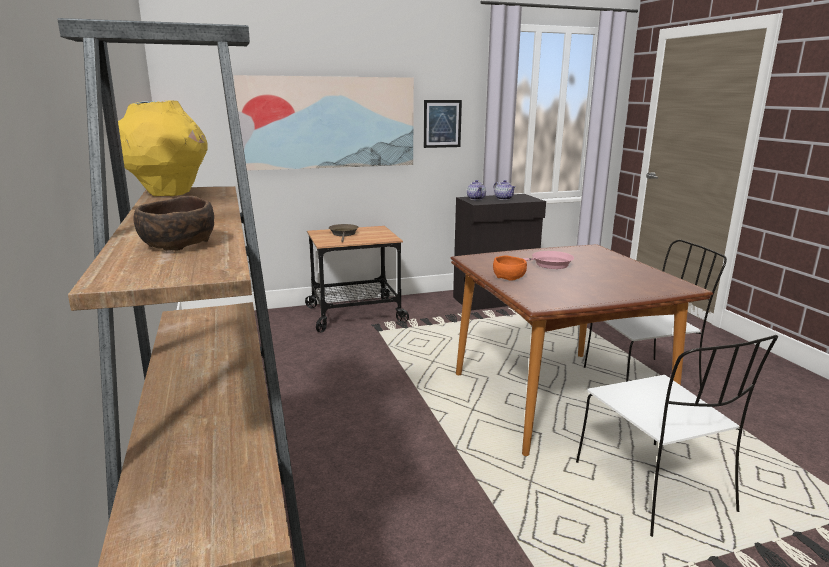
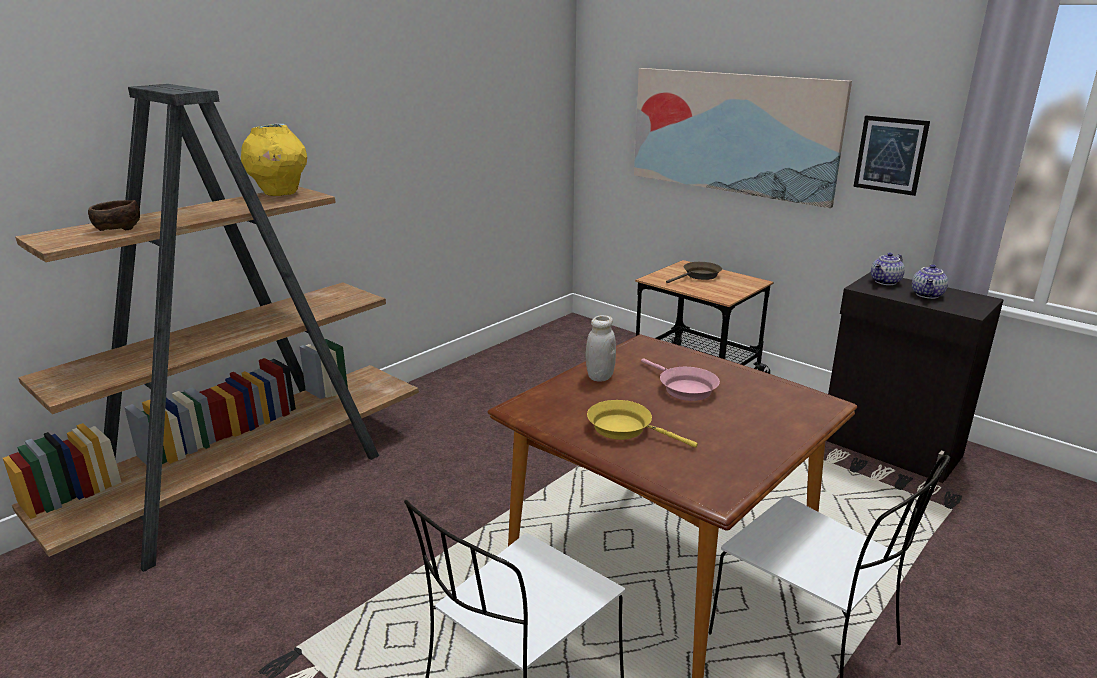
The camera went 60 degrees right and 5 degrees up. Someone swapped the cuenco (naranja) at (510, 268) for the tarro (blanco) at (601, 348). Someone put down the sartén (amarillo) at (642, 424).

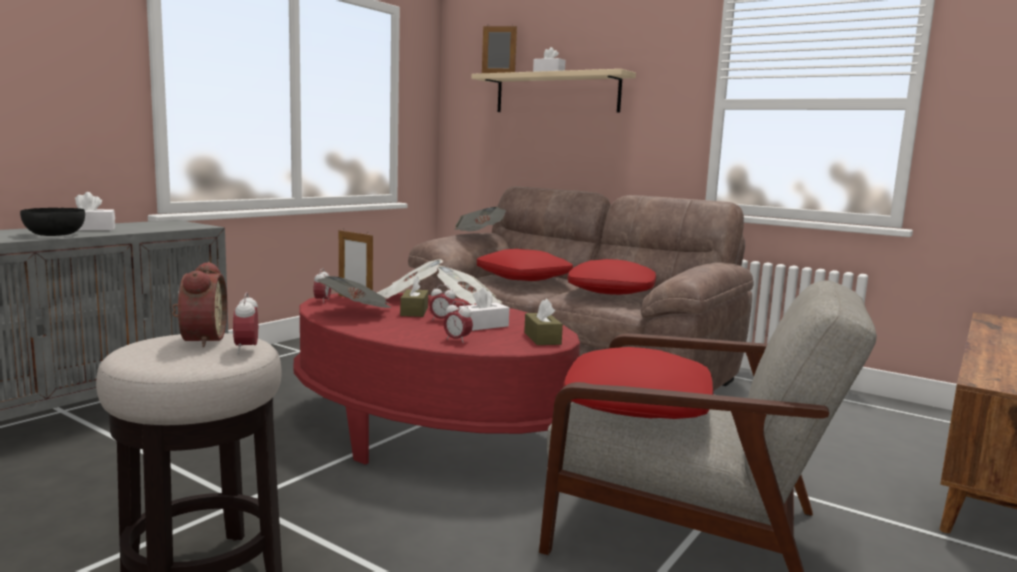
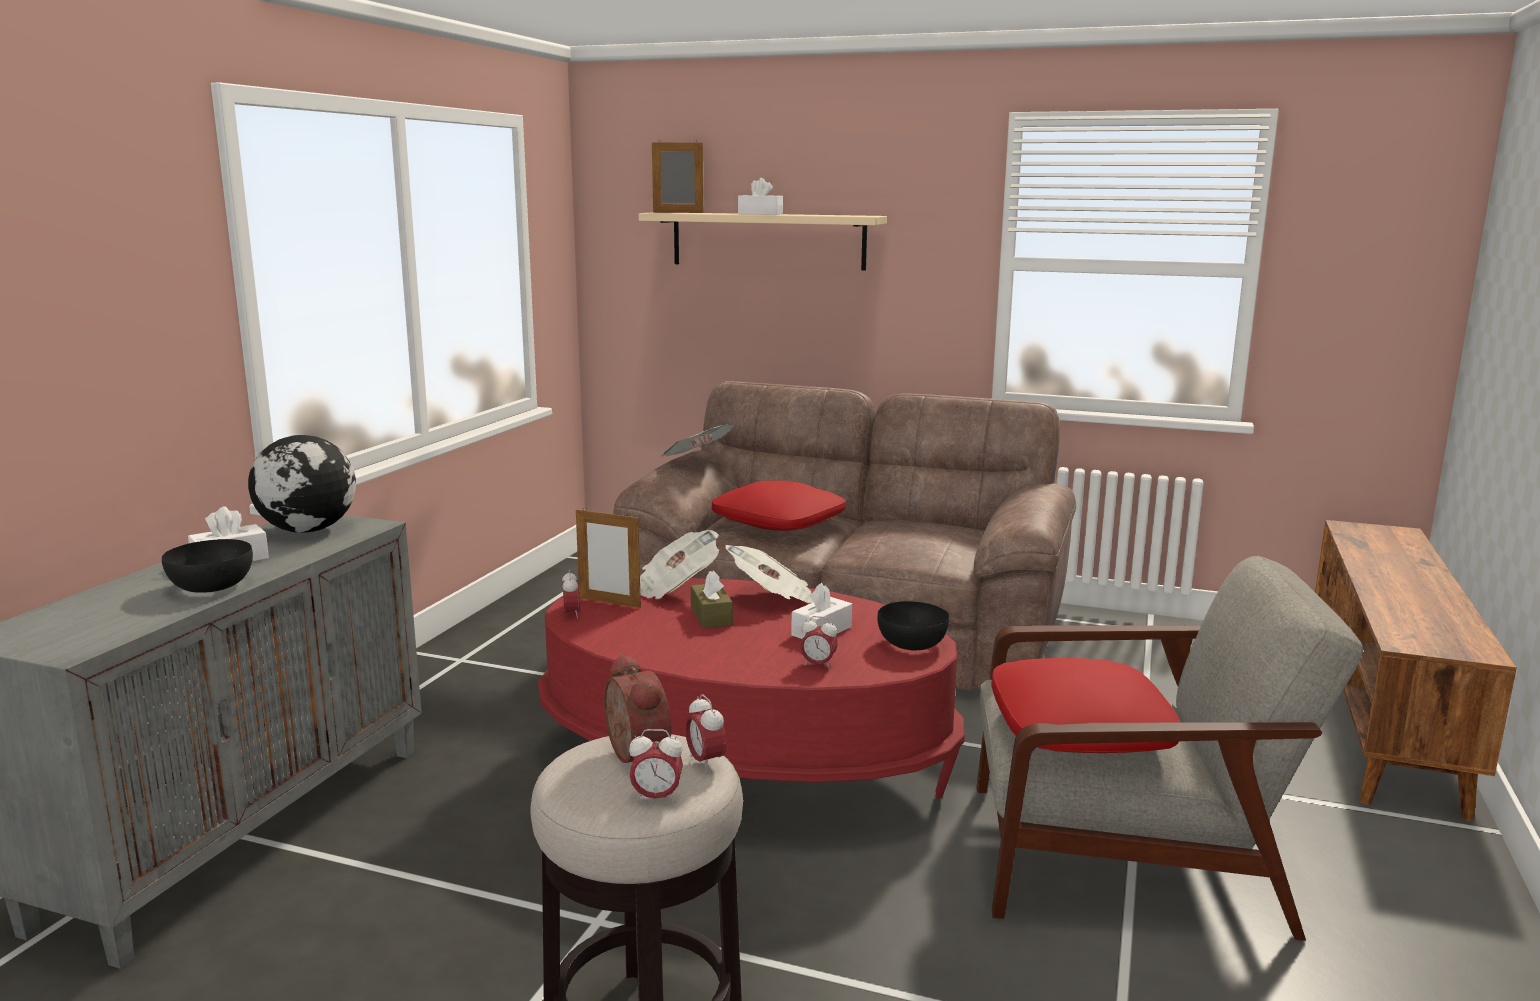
The camera went 15 degrees left and 5 degrees up. Someone took away the cojín (rojo) at (611, 277). Someone took away the periódico at (354, 292). Someone carried the despertador from (443, 302) to (656, 766). Someone swapped the caja de pañuelos (marrón) at (543, 322) for the cuenco (negro) at (913, 625). Someone put down the globo terráqueo at (302, 484).

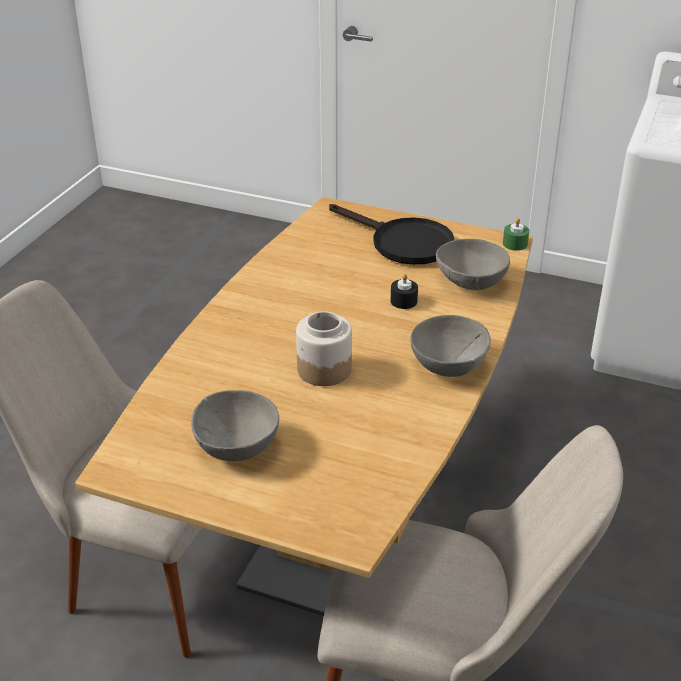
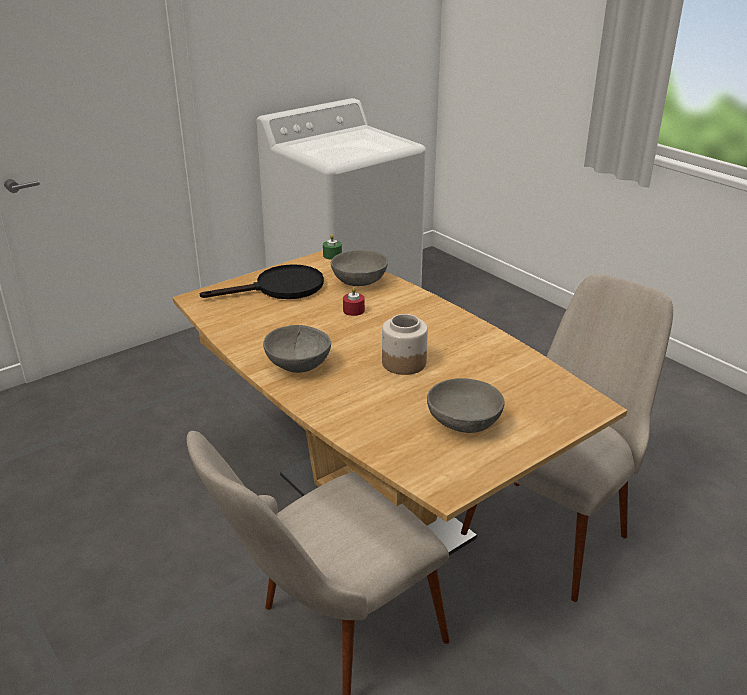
The camera went 60 degrees left and 5 degrees down. Someone repainted the vela (negro) at (404, 291), which became the vela (rojo) at (354, 301). Someone carried the cuenco (gris) from (450, 346) to (297, 349).

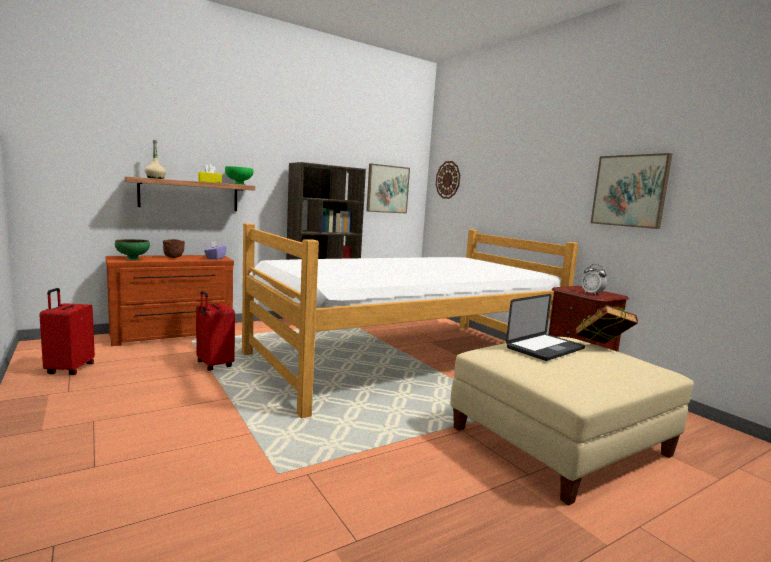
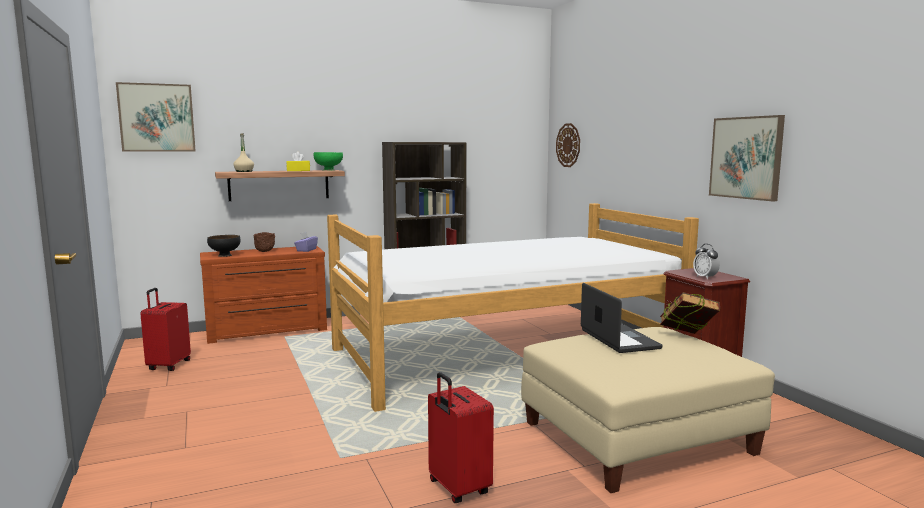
The camera went 10 degrees right and 0 degrees up. Someone carried the cuadro from (388, 188) to (156, 117). Someone repainted the cuenco (verde) at (132, 249), which became the cuenco (negro) at (224, 246). Someone carried the maleta (rojo) from (215, 331) to (461, 437). Someone rotated the portátil at (545, 327) by 75 degrees counterclockwise.

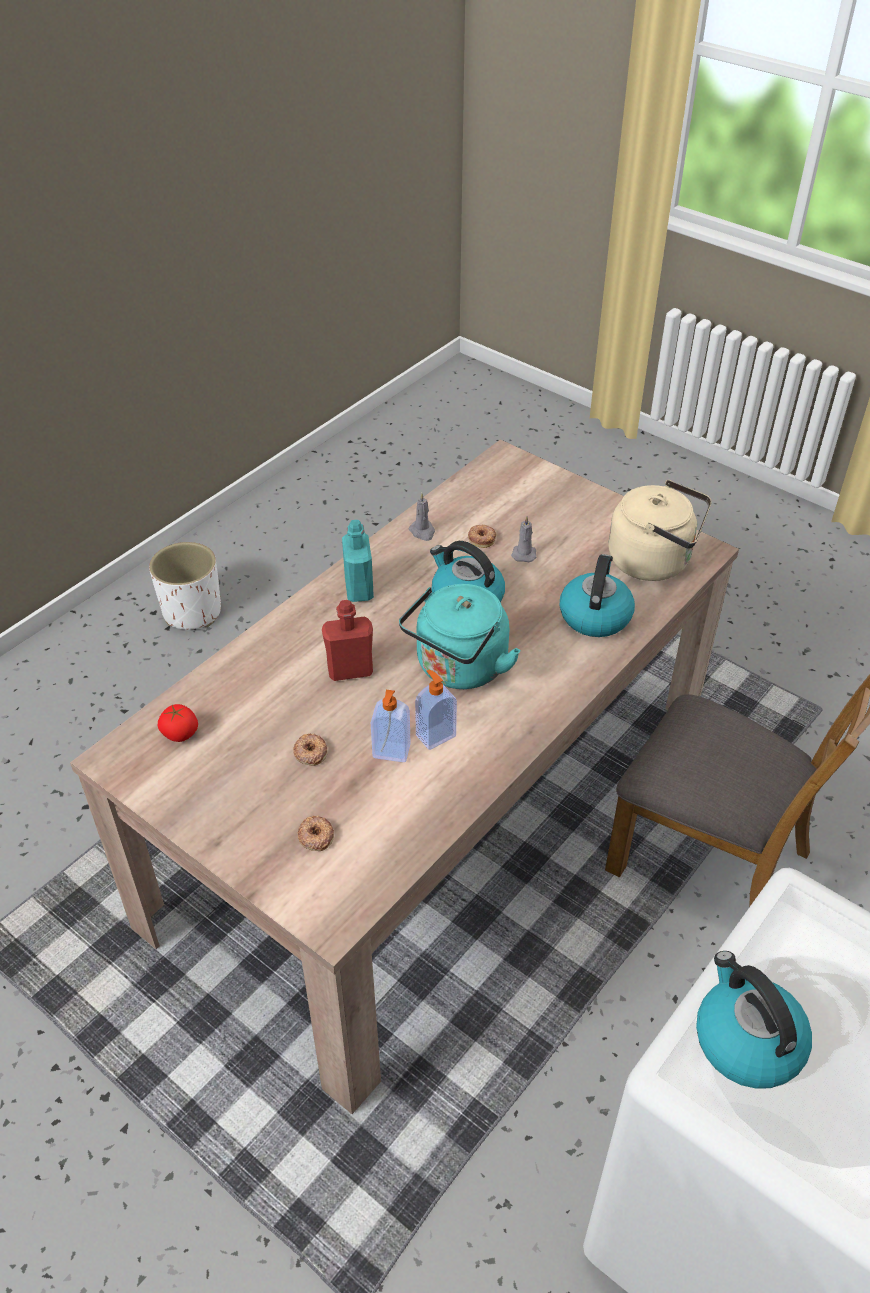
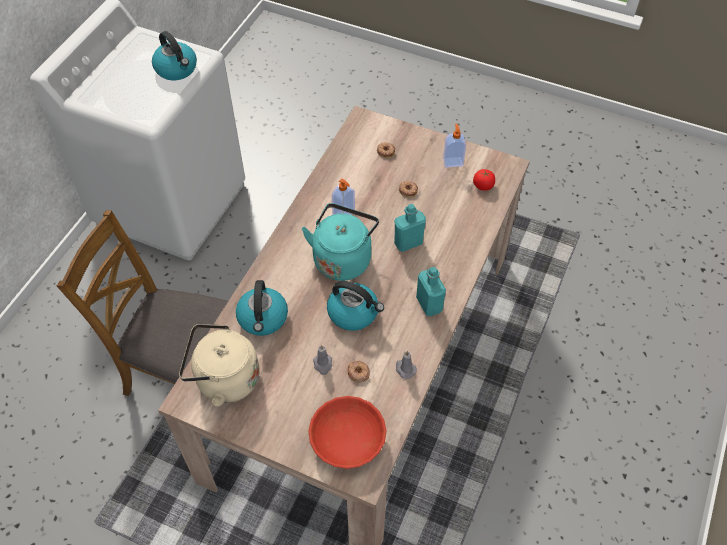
The camera went 165 degrees right and 10 degrees up. Someone took away the maceta (blanco) at (185, 586). Someone repainted the botella (rojo) at (347, 640), which became the botella (turquesa) at (410, 228). Someone carried the dispensador de jabón from (390, 726) to (454, 146). Someone put down the cuenco (rojo) at (347, 432).

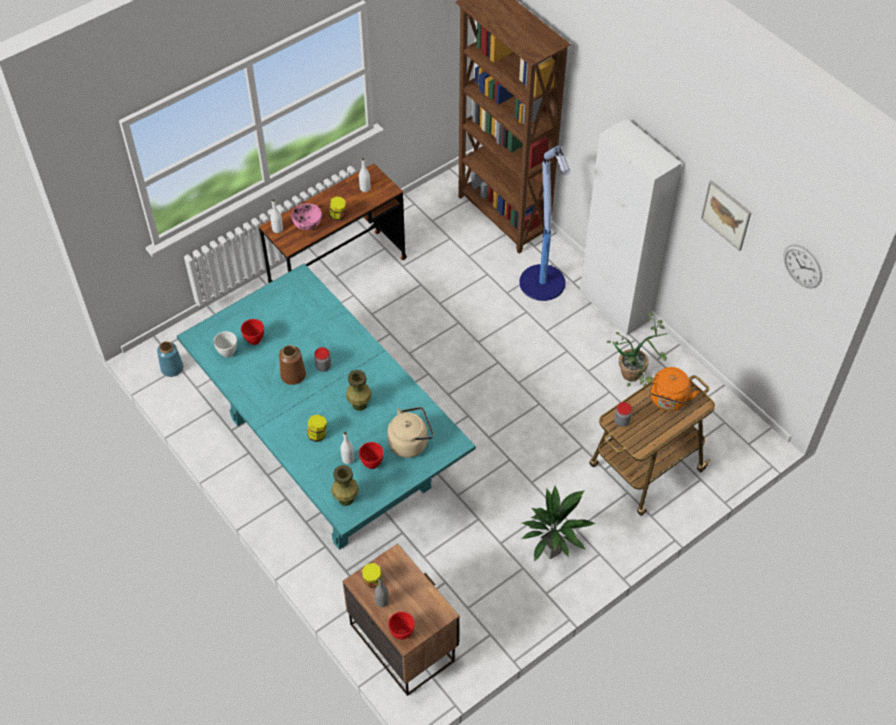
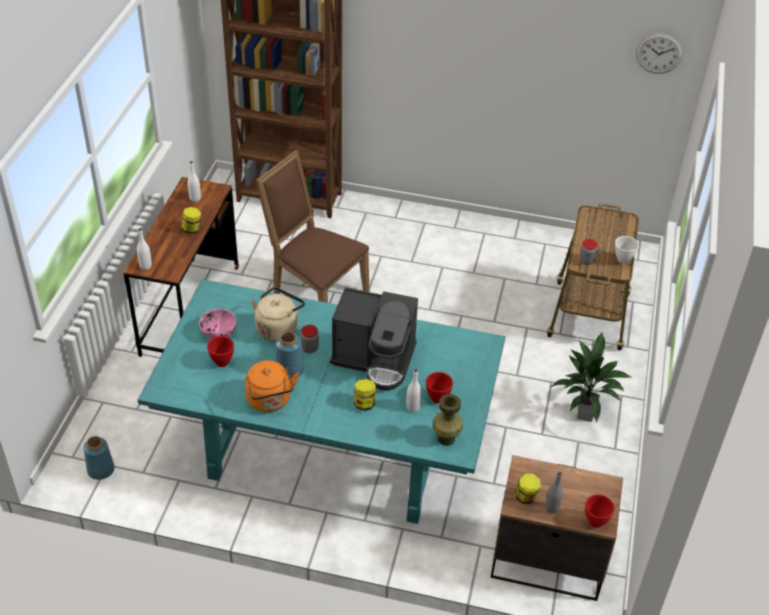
The camera went 40 degrees left and 10 degrees down. Someone took away the armario (blanco) at (631, 227). Someone took away the lámpara de pie at (544, 223). Someone took away the cuadro at (726, 215). Someone carried the cuenco (rosa) from (306, 216) to (217, 324). Someone took away the planta en maceta at (637, 350). Someone carried the cuenco (blanco) from (225, 344) to (627, 250). Someone repainted the florero (marrón) at (292, 365), which became the florero (azul) at (289, 354). Someone carried the hervidor (naranja) from (674, 389) to (272, 386). Someone swapped the florero (verde) at (358, 390) for the cafetera at (374, 339). Someone carried the hervidor (beis) from (410, 432) to (278, 314). Someone put down the silla (marrón) at (312, 226).

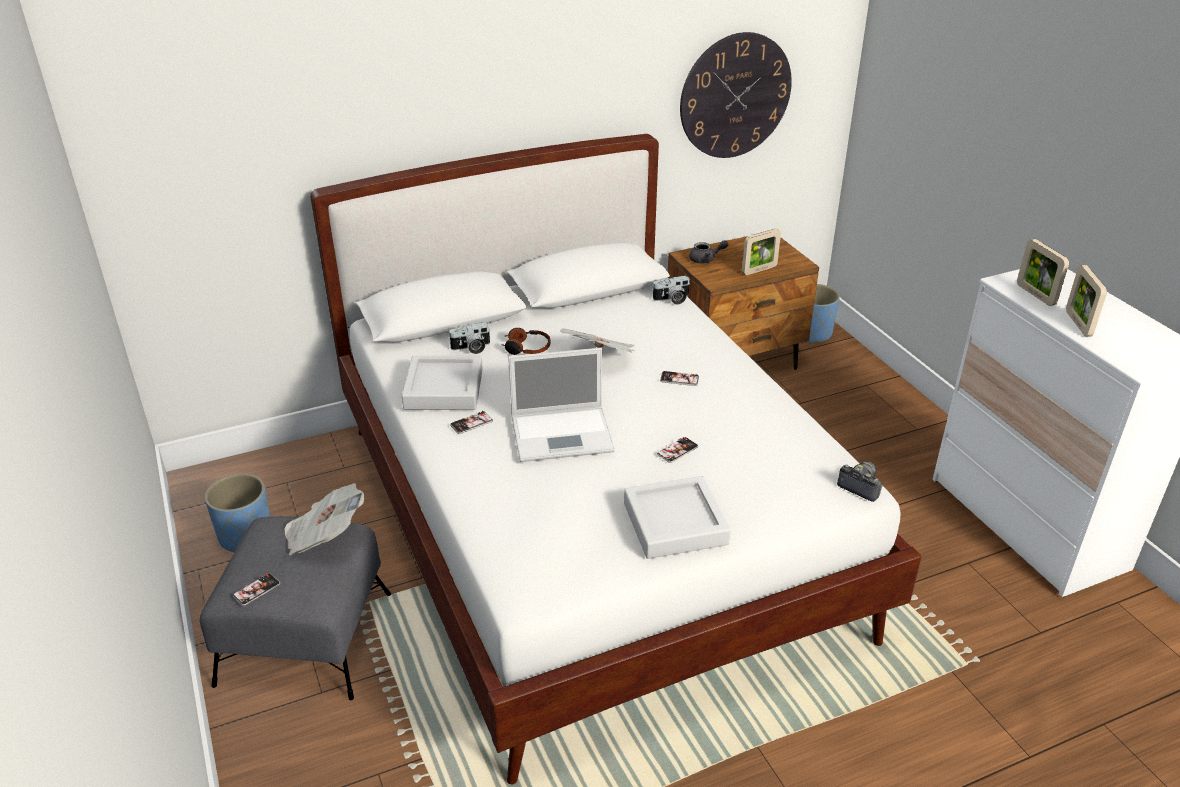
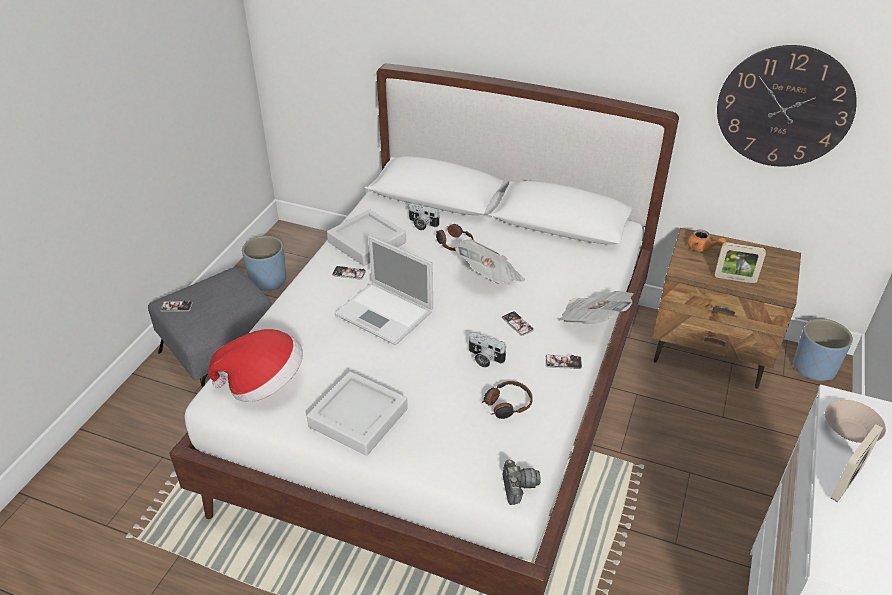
The camera went 45 degrees right and 5 degrees up. Someone swapped the portarretratos at (1043, 272) for the cuenco (beis) at (855, 421). Someone repainted the tetera (gris) at (708, 251), which became the tetera (naranja) at (706, 241). Someone carried the cámara from (670, 290) to (487, 350). Someone carried the móvil from (678, 450) to (564, 361). Someone carried the periódico from (324, 519) to (595, 307). Someone put down the sombrero at (255, 365). Someone put down the auriculares at (507, 400).

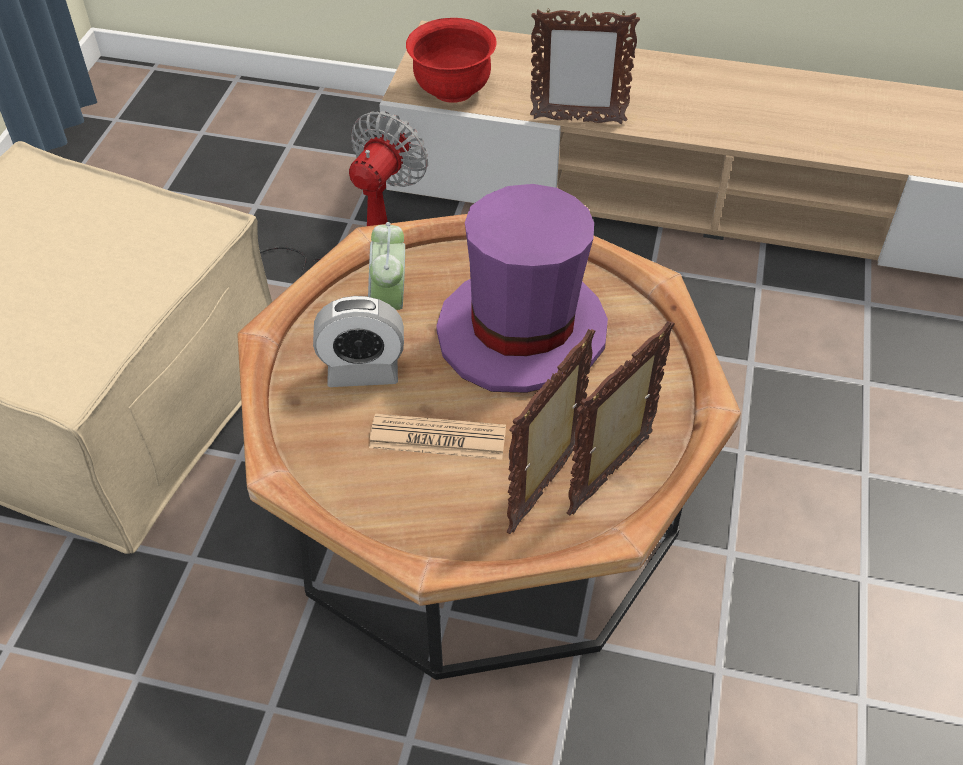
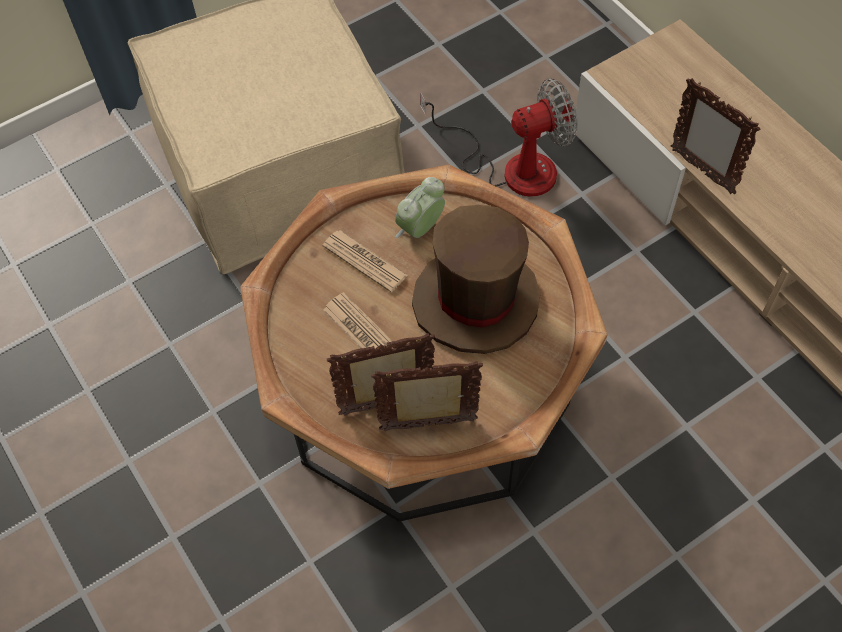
The camera went 45 degrees right and 10 degrees up. Someone took away the cuenco (rojo) at (451, 60). Someone repainted the sombrero (morado) at (522, 288), which became the sombrero (marrón) at (476, 279). Someone swapped the despertador at (358, 341) for the periódico at (365, 261).

